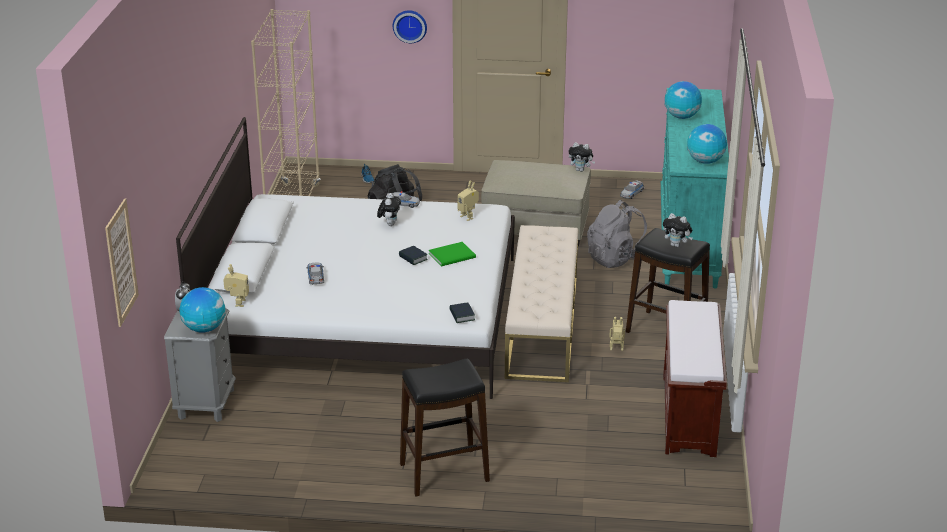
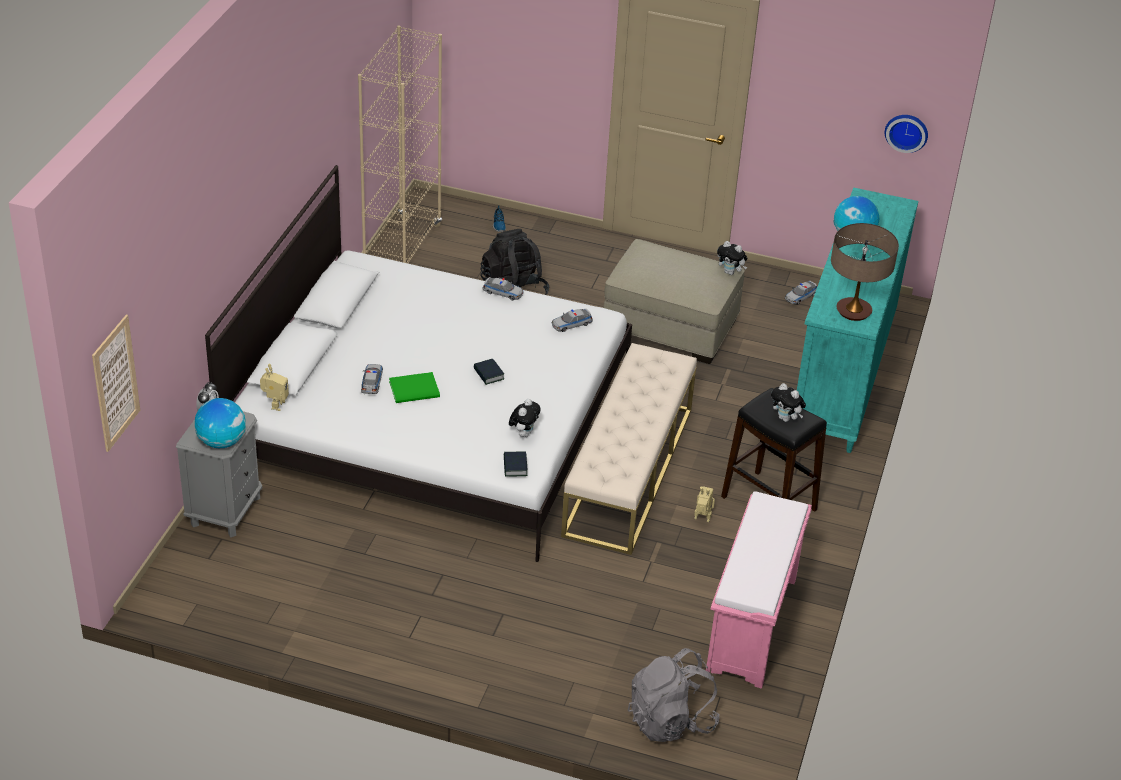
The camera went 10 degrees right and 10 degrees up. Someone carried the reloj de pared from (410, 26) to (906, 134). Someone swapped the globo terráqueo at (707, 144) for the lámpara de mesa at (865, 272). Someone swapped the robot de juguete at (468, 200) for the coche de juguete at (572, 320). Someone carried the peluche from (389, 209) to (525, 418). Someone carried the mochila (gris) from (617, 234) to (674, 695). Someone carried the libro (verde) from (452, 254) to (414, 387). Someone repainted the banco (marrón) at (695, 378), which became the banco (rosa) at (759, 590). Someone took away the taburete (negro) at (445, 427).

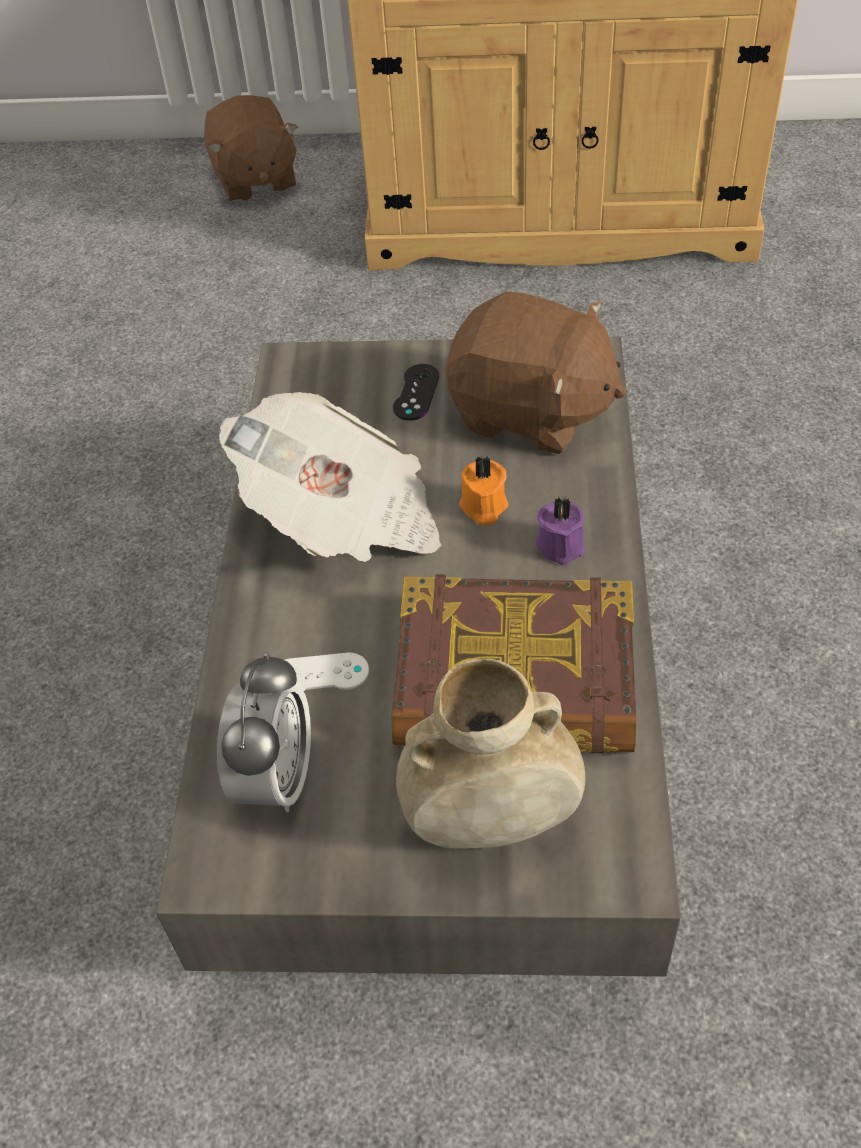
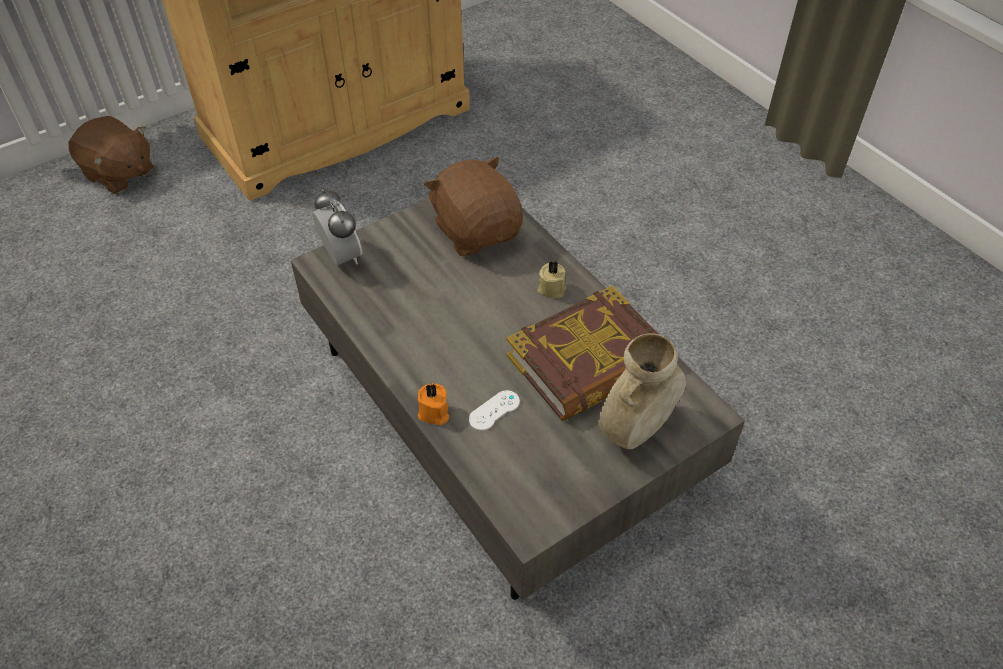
The camera went 40 degrees left and 0 degrees up. Someone rotated the peluche (marrón) at (536, 372) by 105 degrees counterclockwise. Someone took away the mando de consola (negro) at (416, 392). Someone took away the periódico at (330, 477). Someone carried the vela (naranja) from (484, 490) to (433, 404). Someone repainted the vela (morado) at (560, 531), which became the vela (beis) at (552, 279). Someone carried the despertador from (264, 732) to (337, 227).

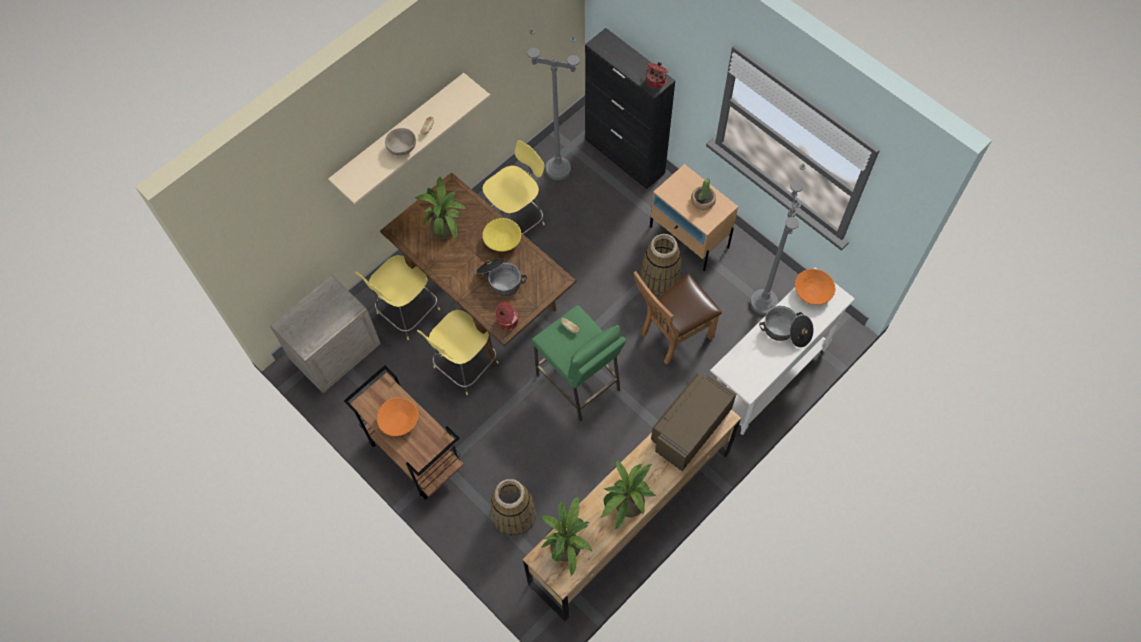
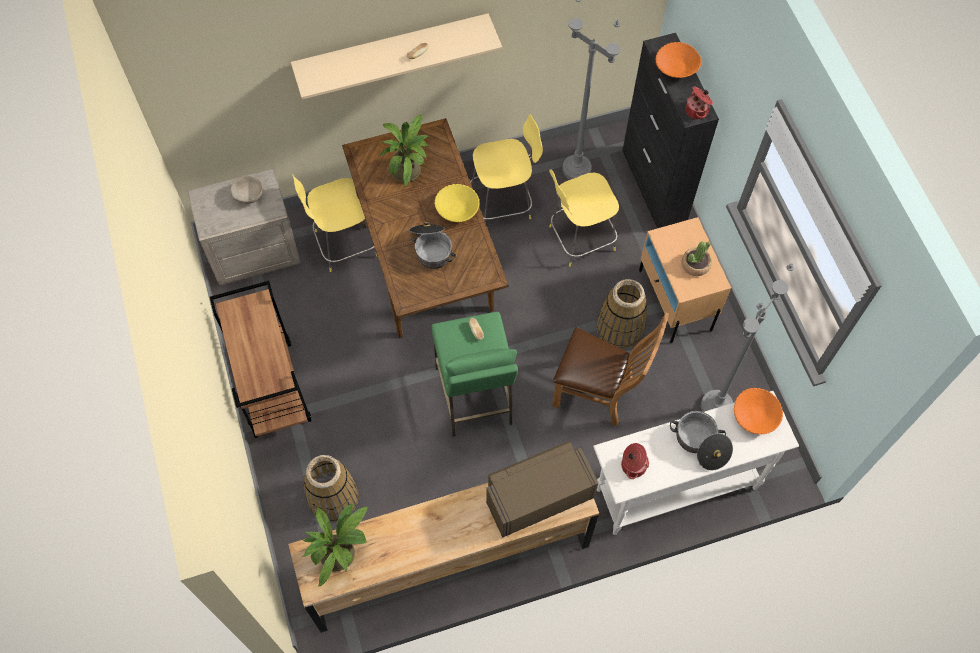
The camera went 25 degrees right and 0 degrees up. Someone carried the cuenco (beis) from (400, 142) to (246, 189). Someone rotated the silla (marrón) at (677, 318) by 150 degrees counterclockwise. Someone carried the olla from (507, 316) to (635, 461). Someone carried the taburete (amarillo) from (458, 352) to (584, 218). Someone carried the cuenco (naranja) from (398, 416) to (678, 60). Someone took away the planta en maceta at (628, 494).

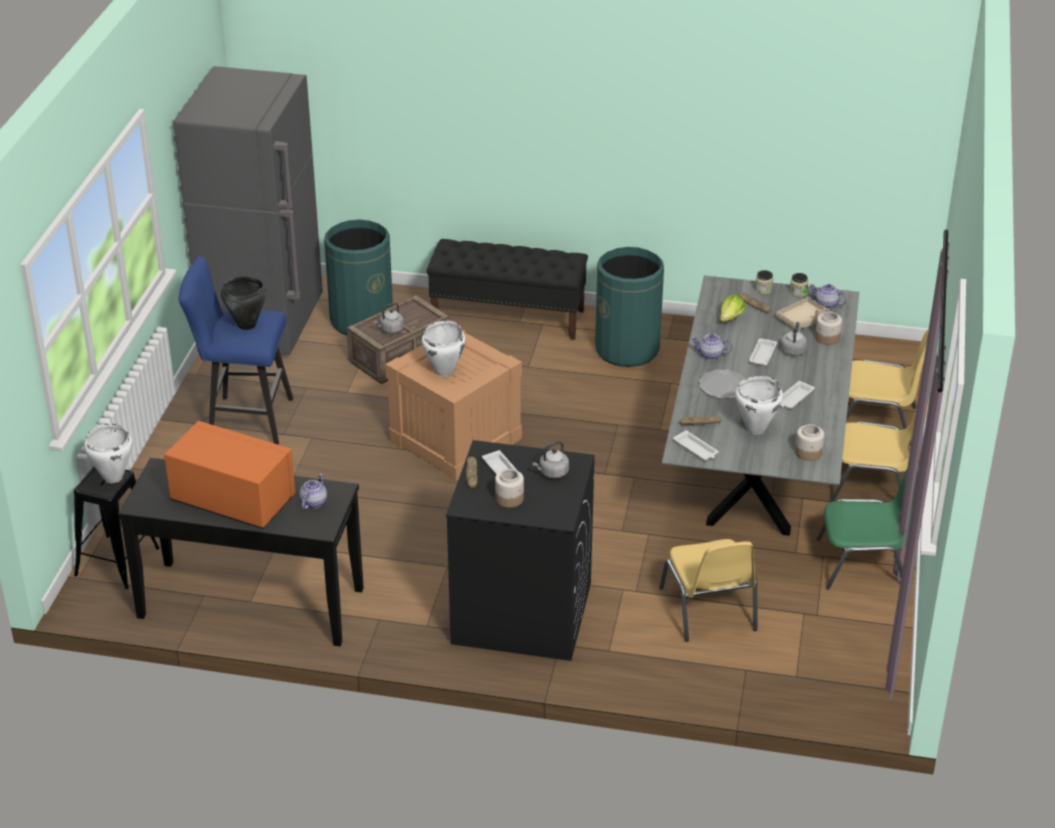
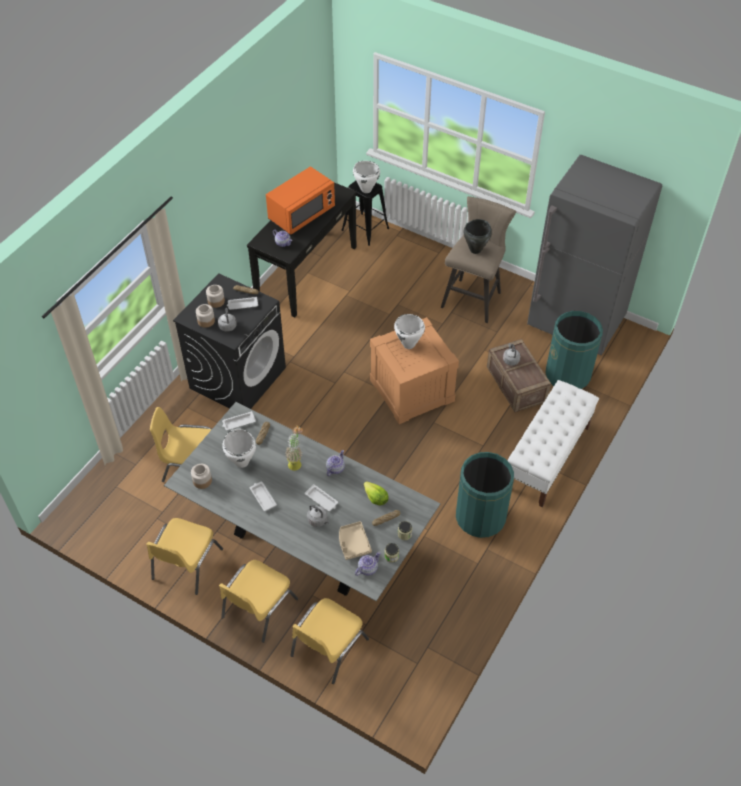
The camera went 110 degrees right and 15 degrees up. Someone repainted the banco (negro) at (507, 289), which became the banco (blanco) at (553, 443). Someone repainted the taburete (azul) at (236, 350), which became the taburete (beis) at (478, 259). Someone carried the tarro from (828, 328) to (205, 316). Someone swapped the plato at (722, 384) for the planta en maceta at (294, 448). Someone repainted the silla (verde) at (868, 527), which became the silla (amarillo) at (184, 556).

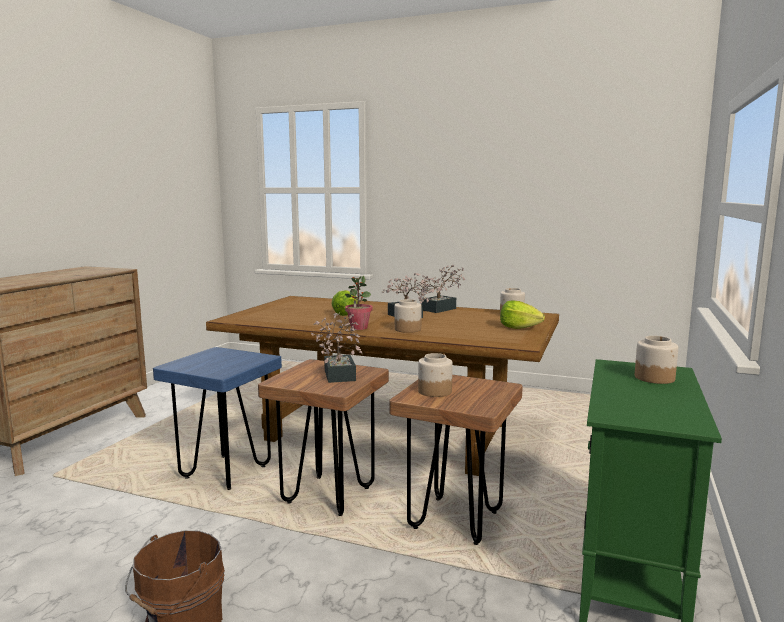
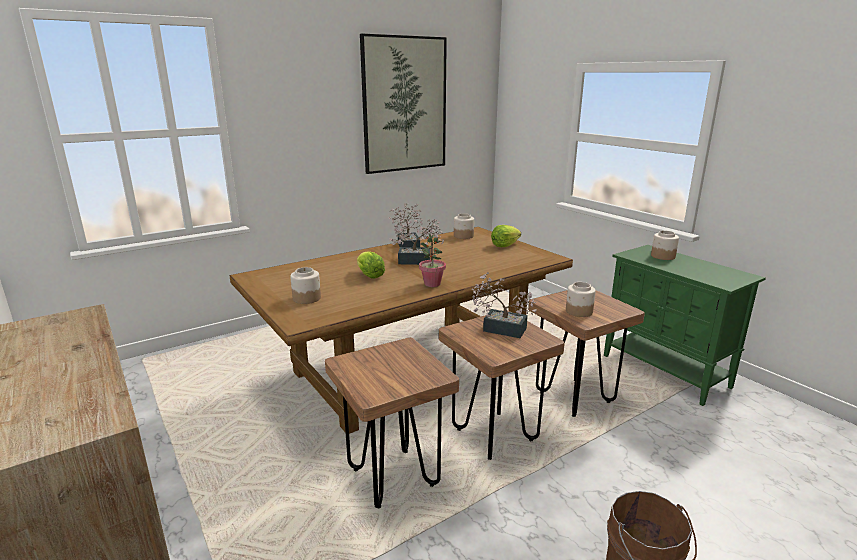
The camera went 55 degrees left and 10 degrees up. Someone carried the tarro from (408, 316) to (305, 285). Someone repainted the taburete (azul) at (217, 418), which became the taburete (marrón) at (392, 422). Someone put up the cuadro at (403, 104).

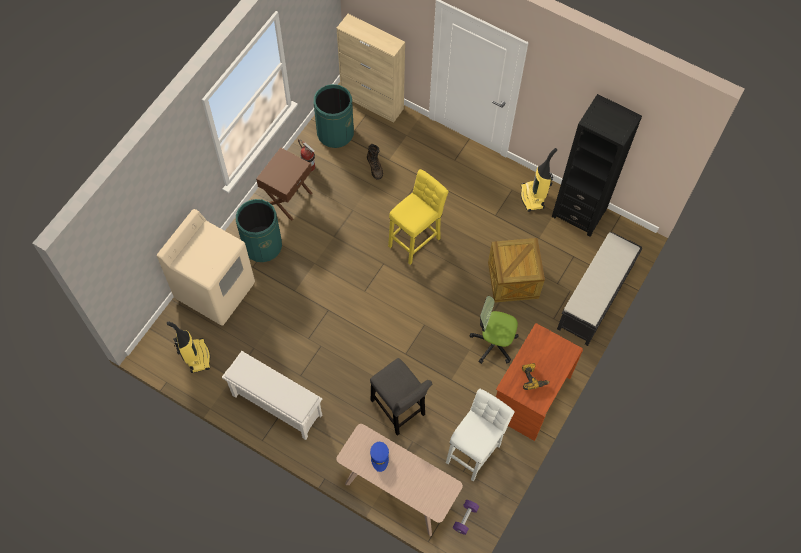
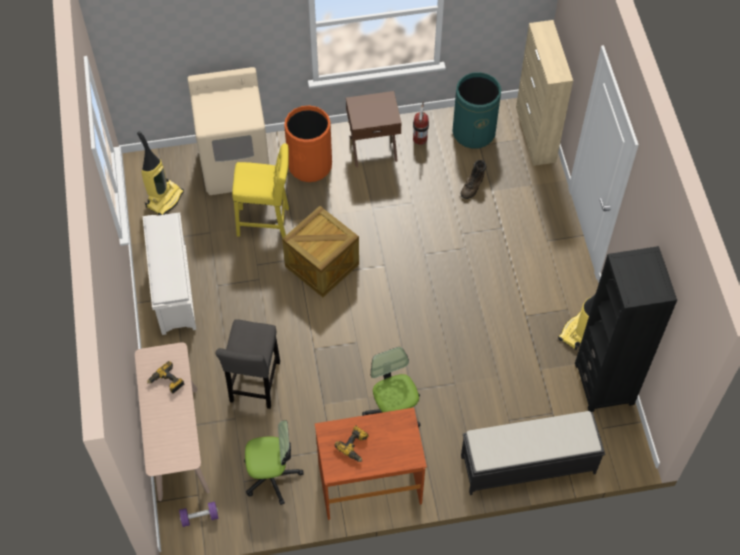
The camera went 50 degrees right and 5 degrees down. Someone carried the taburete (amarillo) from (418, 217) to (260, 190). Someone repainted the papelera (verde) at (259, 230), which became the papelera (naranja) at (308, 144). Someone carried the caja de embalaje from (516, 270) to (320, 251). Someone swapped the taburete (blanco) at (480, 435) for the silla de oficina at (274, 462). Someone swapped the gorra (azul) at (379, 457) for the taladro at (165, 377).

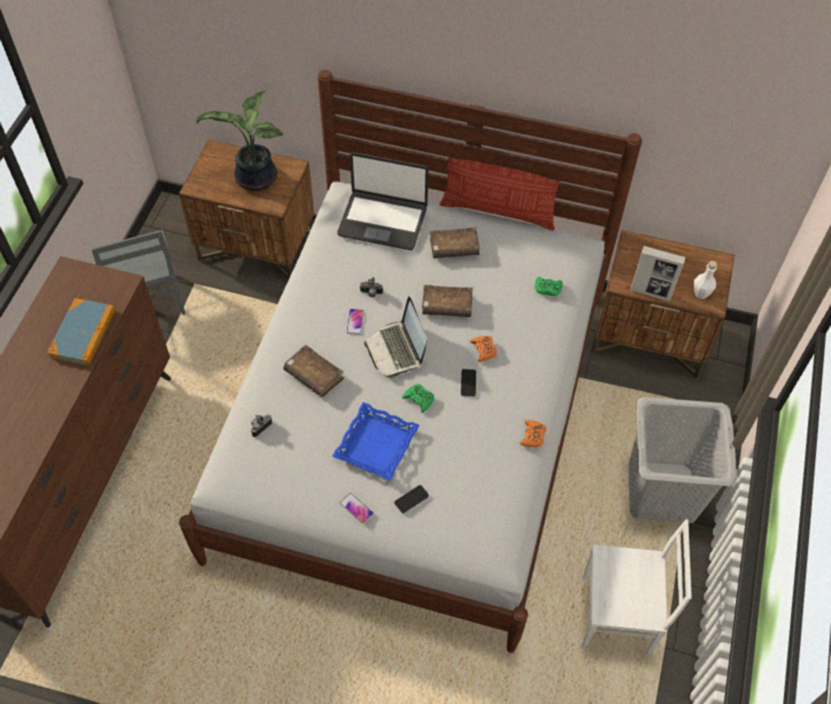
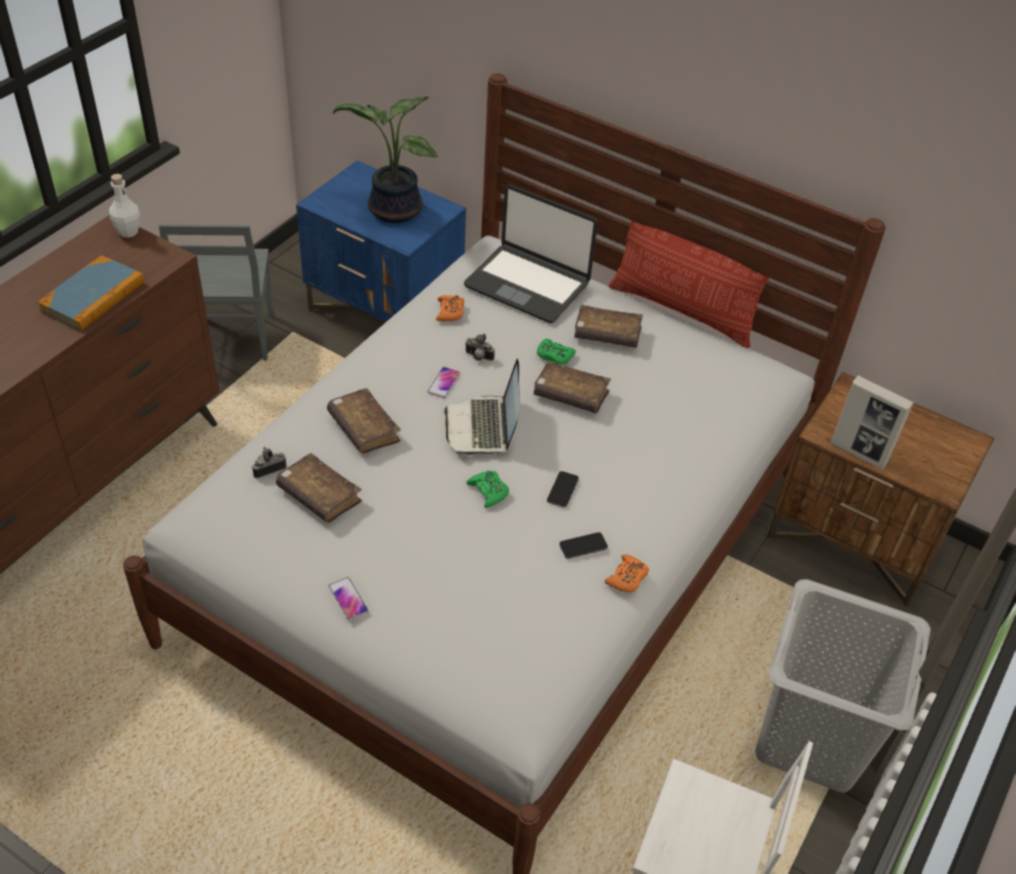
The camera went 15 degrees right and 10 degrees down. Someone repainted the mesita de noche (marrón) at (246, 209), which became the mesita de noche (azul) at (381, 242). Someone carried the botella (blanco) from (705, 280) to (124, 206). Someone carried the mando de consola (verde) from (549, 286) to (556, 352). Someone carried the mando de consola (naranja) from (483, 349) to (450, 308). Someone took away the bandeja (azul) at (376, 441). Someone carried the móvil from (411, 499) to (583, 545). Someone put down the libro (marrón) at (319, 488).

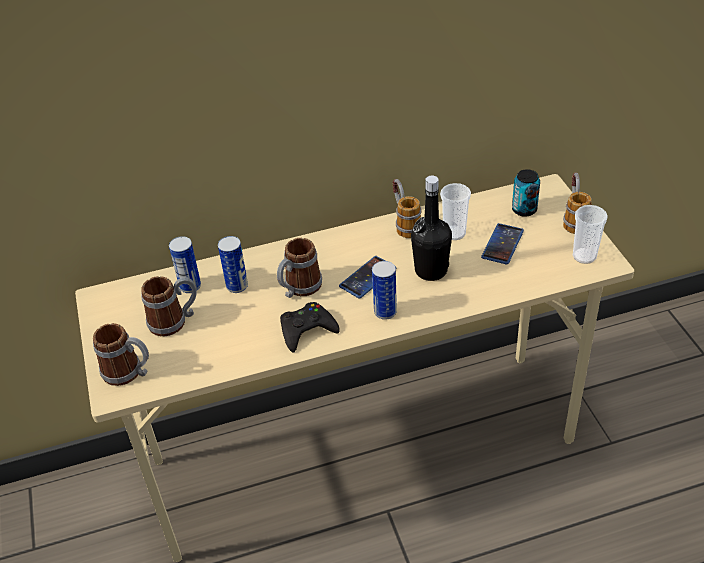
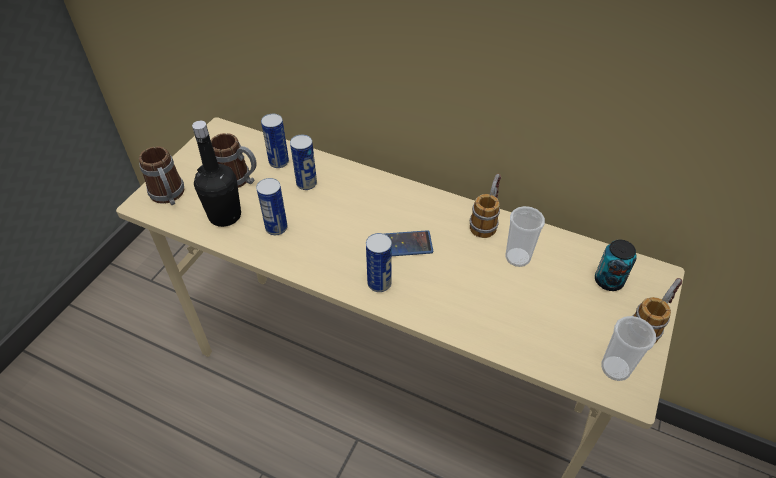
The camera went 40 degrees right and 5 degrees up. Someone carried the botella (negro) from (431, 228) to (216, 174). Someone took away the móvil at (502, 244). Someone took away the taza grande at (299, 268). Someone took away the mando de consola (negro) at (310, 327). Someone put down the lata at (272, 206).

